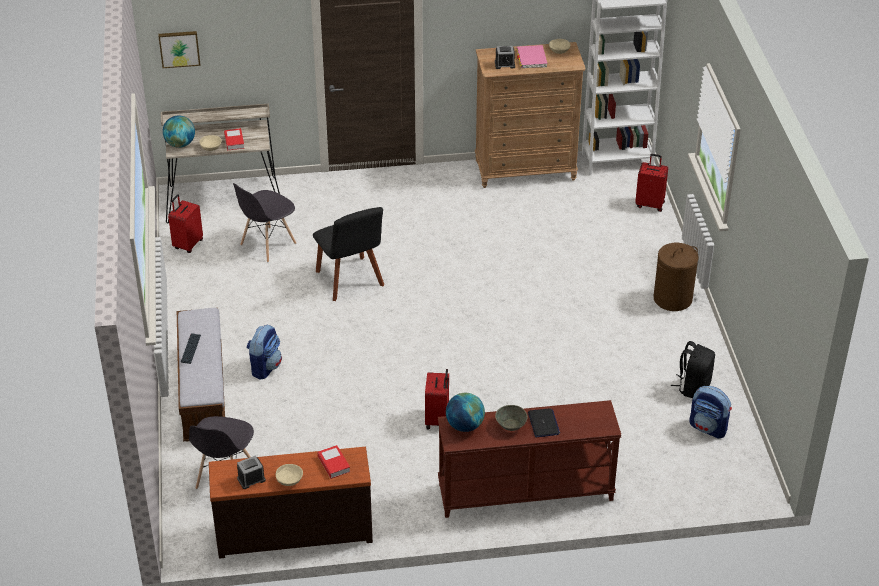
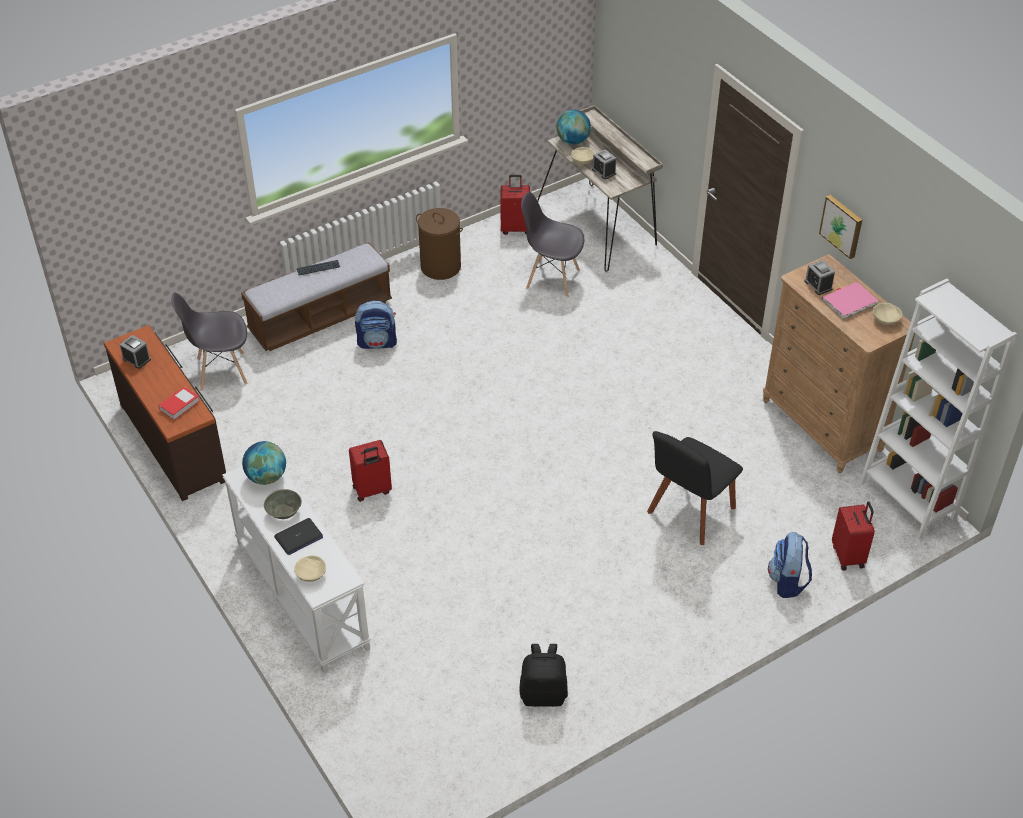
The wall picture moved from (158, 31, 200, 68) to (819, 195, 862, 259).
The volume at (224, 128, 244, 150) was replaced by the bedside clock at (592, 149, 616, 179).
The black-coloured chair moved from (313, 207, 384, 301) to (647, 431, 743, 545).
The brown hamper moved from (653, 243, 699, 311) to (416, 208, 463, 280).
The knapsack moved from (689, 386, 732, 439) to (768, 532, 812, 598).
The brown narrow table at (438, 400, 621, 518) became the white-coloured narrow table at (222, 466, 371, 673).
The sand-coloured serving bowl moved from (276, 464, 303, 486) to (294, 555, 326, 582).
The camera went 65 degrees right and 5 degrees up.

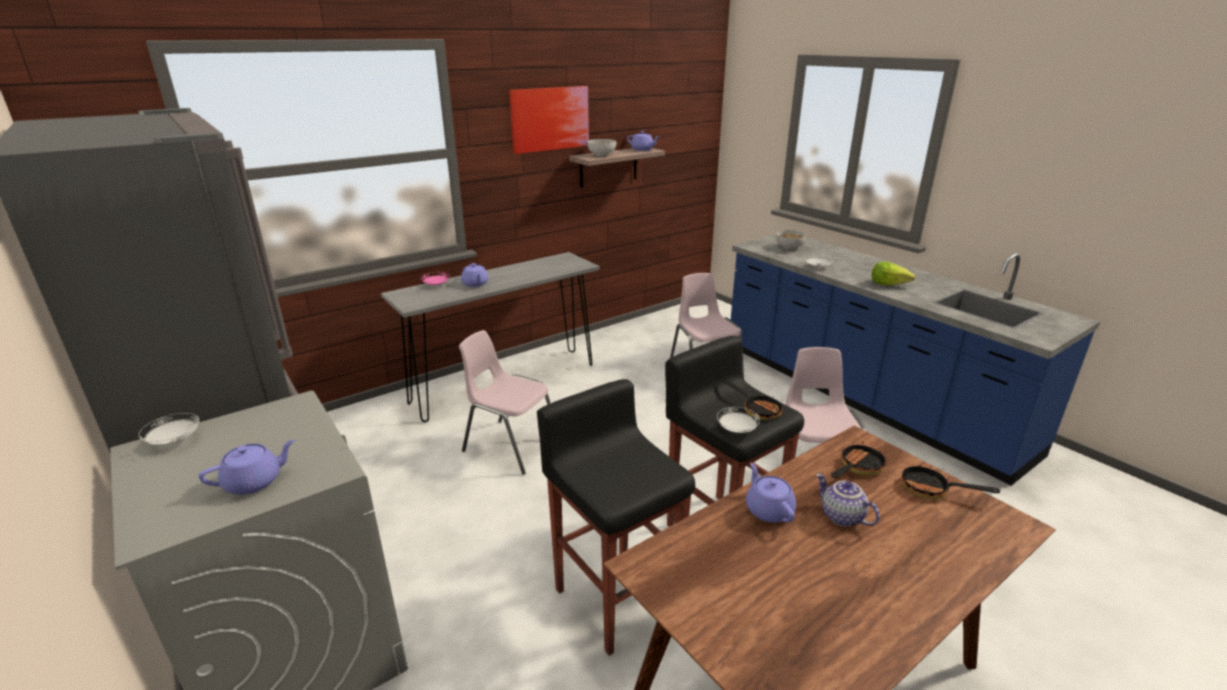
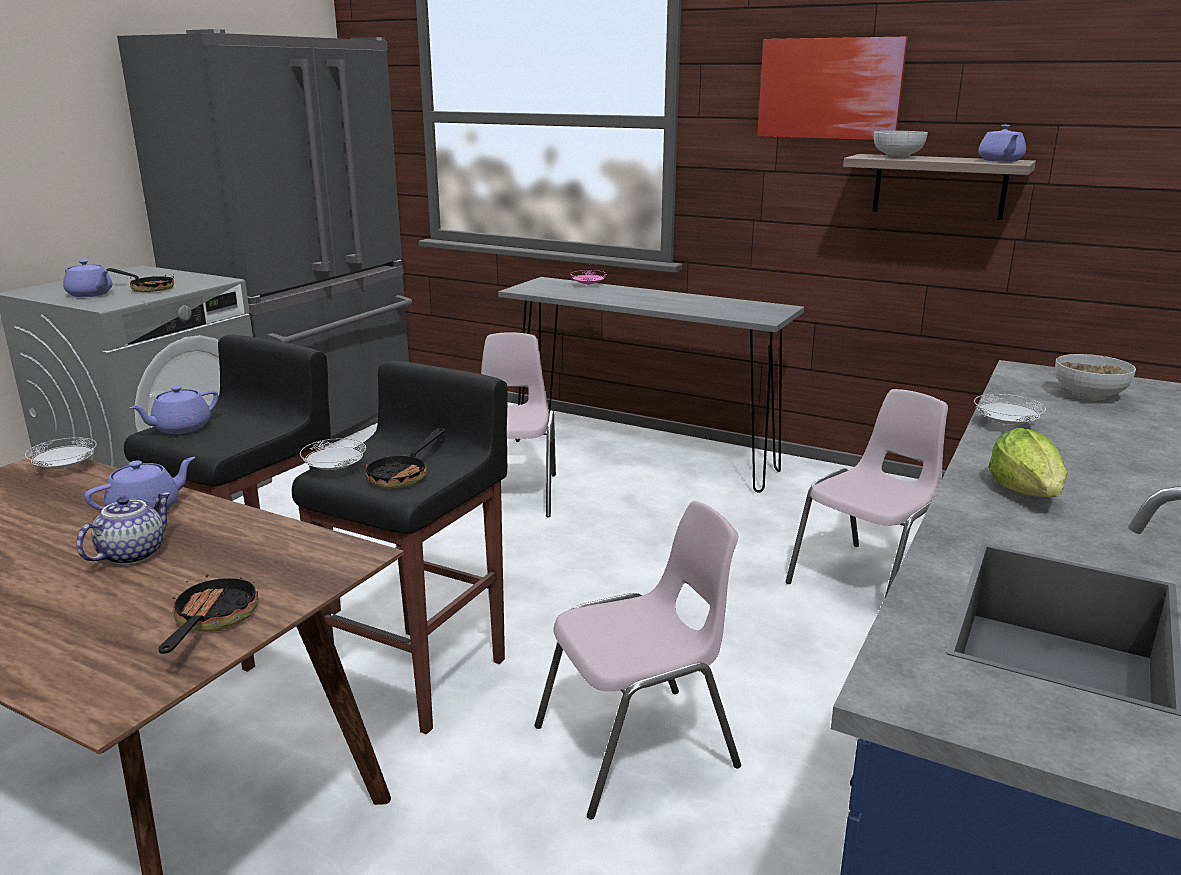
The purple-coloured tea pot moved from (461, 263, 489, 287) to (129, 386, 219, 434).
The white-coloured dinner plate moved from (139, 413, 199, 445) to (25, 437, 97, 469).
The skillet moved from (831, 437, 887, 478) to (106, 268, 174, 292).
The camera went 65 degrees right and 5 degrees down.

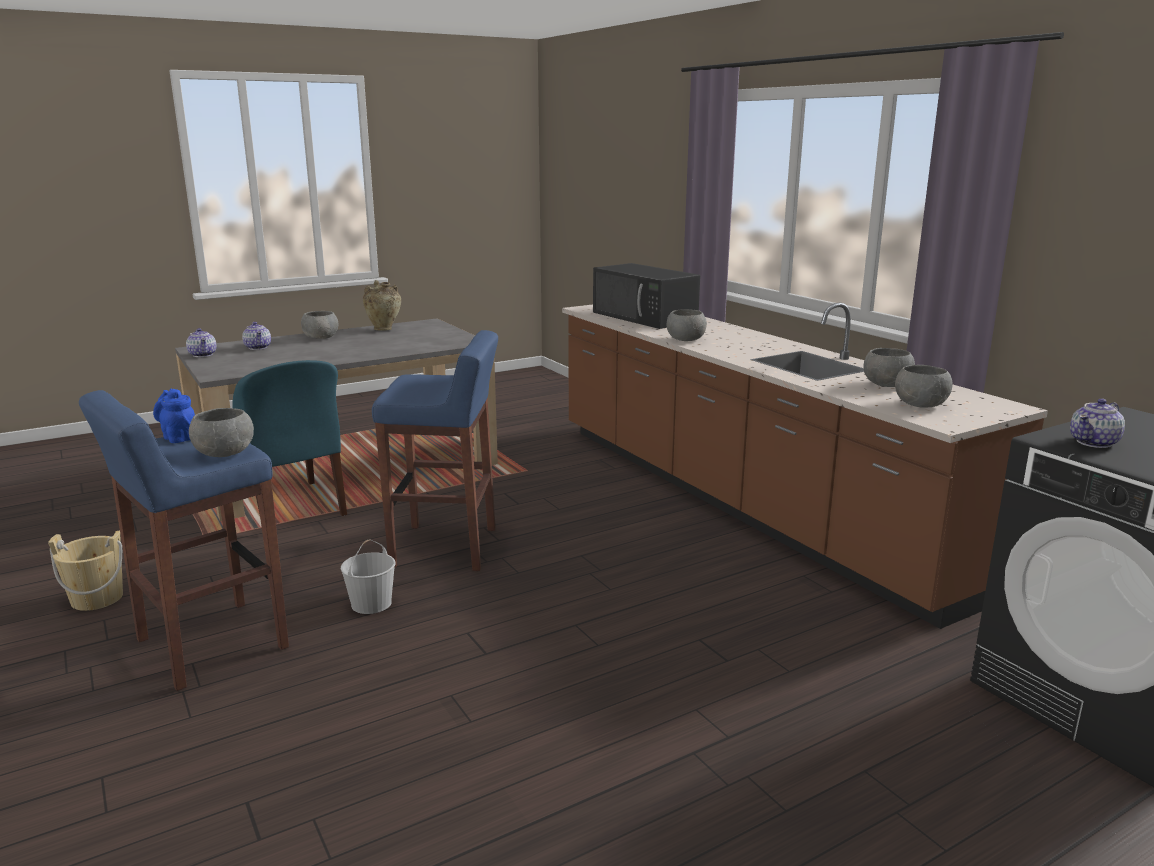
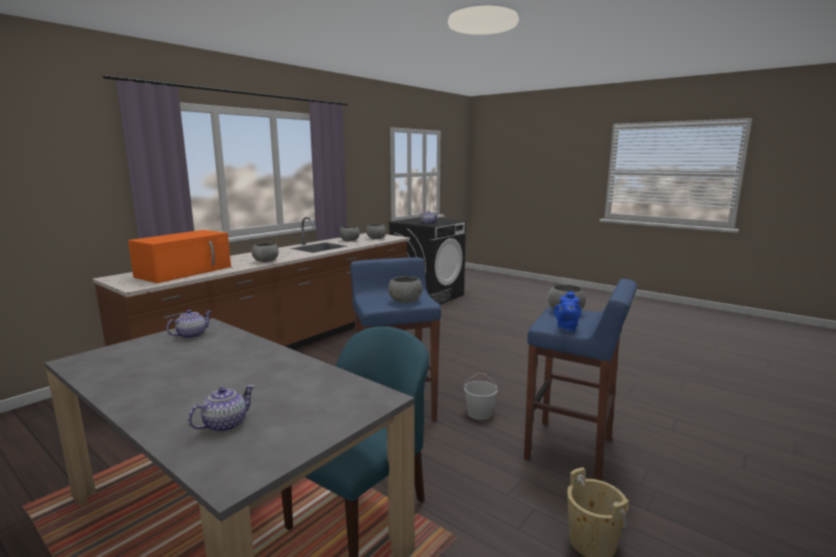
The black-coloured microwave oven at (593, 263, 700, 329) became the orangey microwave oven at (128, 230, 231, 283).
The sand-coloured decorative vase at (363, 280, 401, 331) disappeared.
The gray serving bowl moved from (301, 311, 338, 339) to (388, 276, 422, 303).
The tea pot moved from (186, 328, 217, 357) to (166, 310, 212, 339).
The camera went 110 degrees left and 5 degrees down.

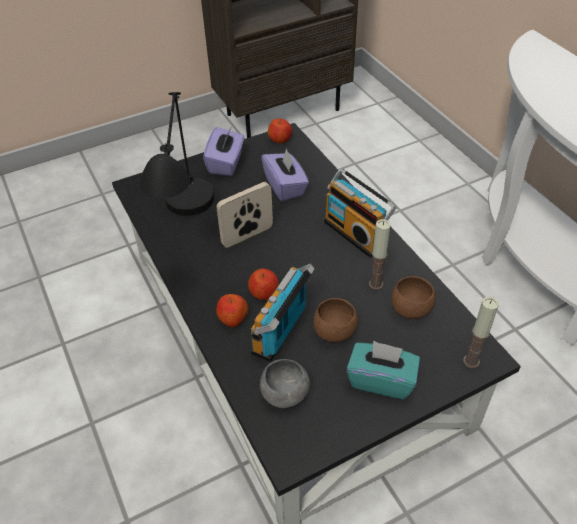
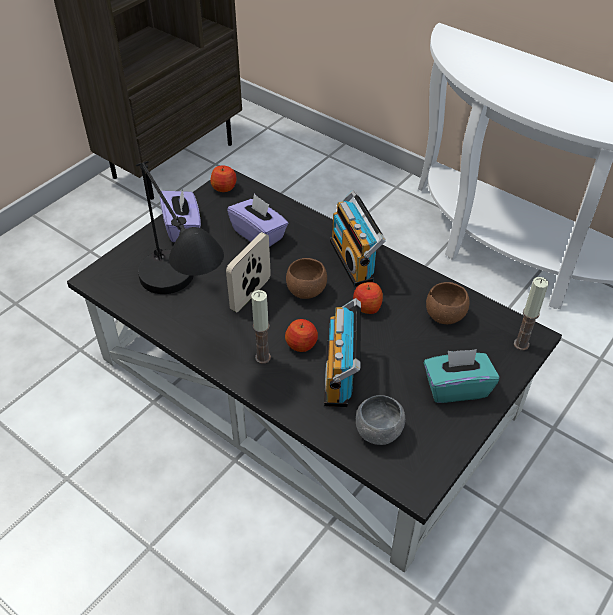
The radio set at (324, 168, 397, 258) turned 45 degrees clockwise.
The candle moved from (369, 219, 391, 290) to (251, 290, 271, 364).
The apple fruit moved from (216, 294, 249, 327) to (353, 282, 383, 314).
The brown serving bowl moved from (313, 298, 358, 342) to (286, 258, 327, 299).
The camera went 25 degrees left and 0 degrees up.

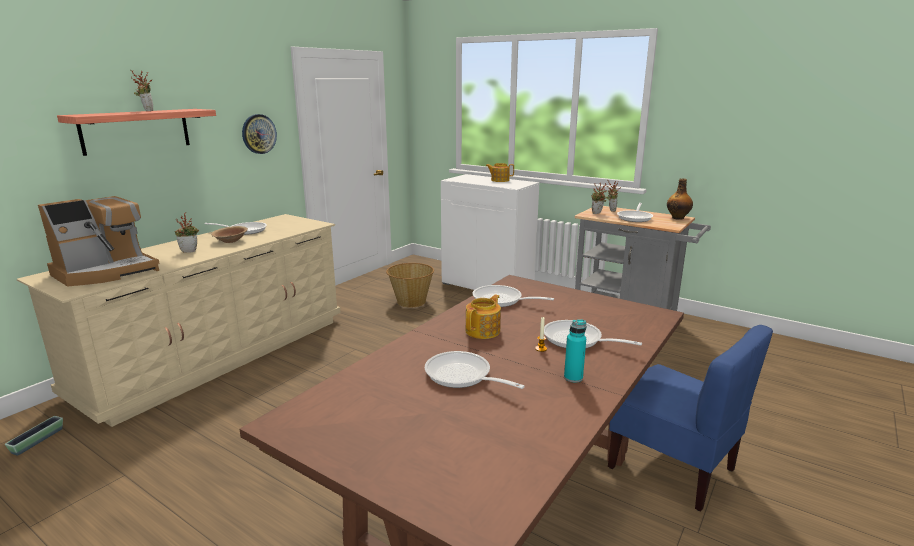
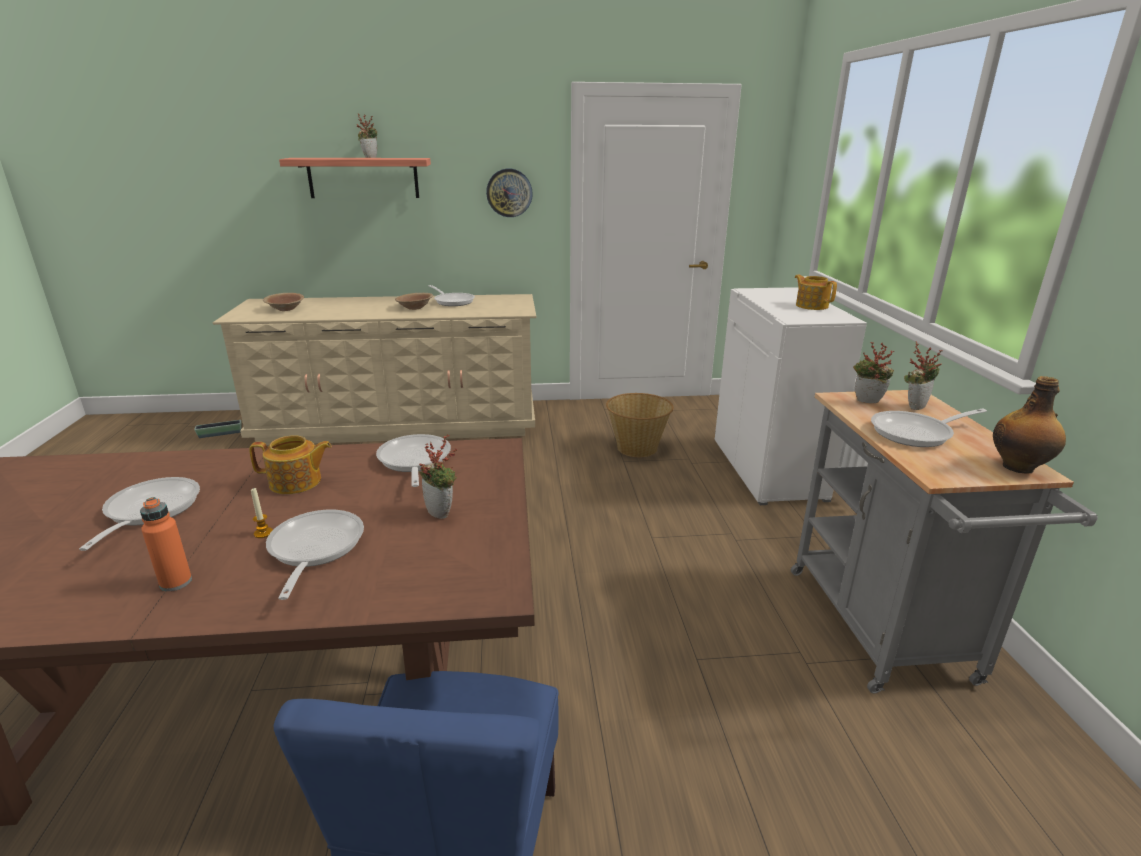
The coffee maker at (38, 196, 160, 287) was replaced by the brown serving bowl at (263, 293, 304, 311).
The potted plant moved from (175, 213, 199, 253) to (419, 434, 457, 519).
The blue-green bottle at (564, 320, 586, 383) became the orangey bottle at (140, 497, 192, 591).
The camera went 50 degrees right and 5 degrees up.

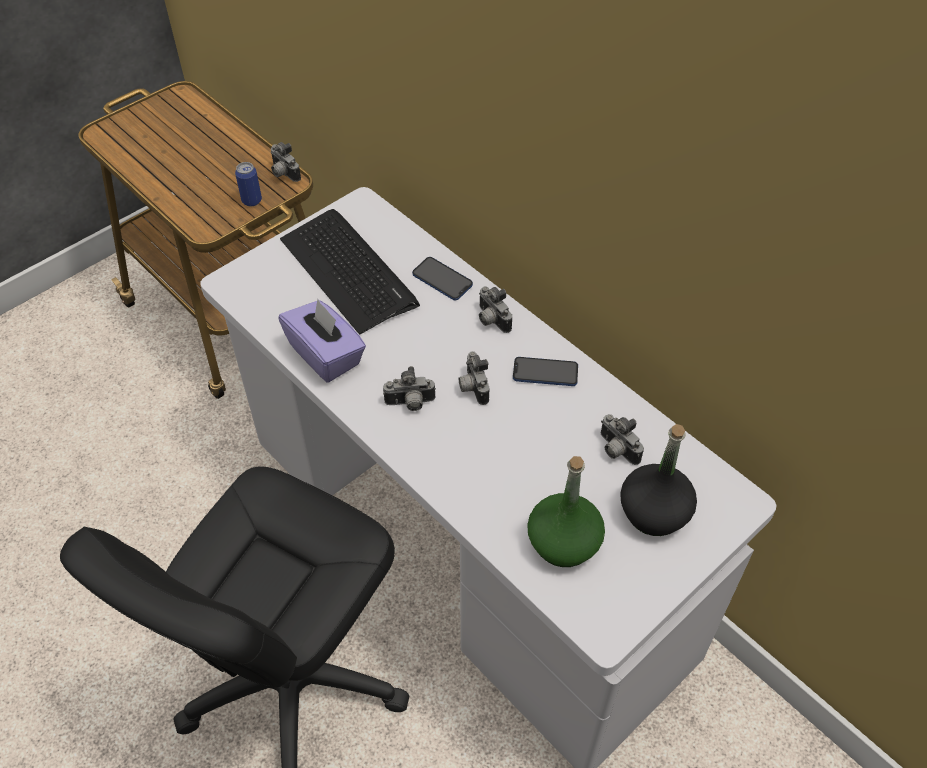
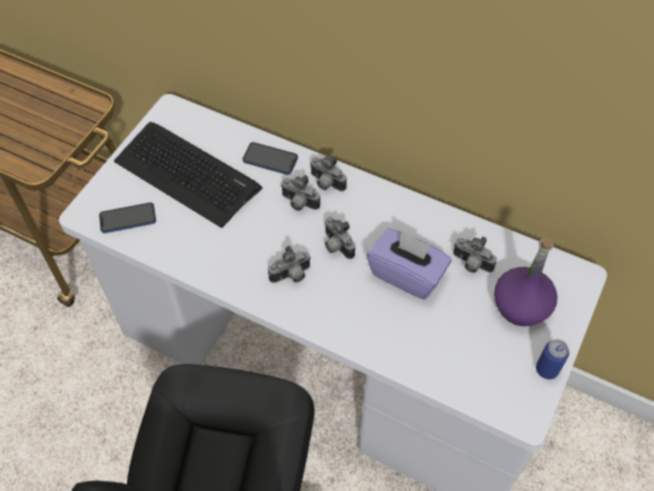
The photo camera moved from (271, 142, 301, 182) to (280, 175, 320, 211).
The can moved from (235, 162, 262, 206) to (536, 339, 569, 379).
The purple-coloured box of tissues moved from (278, 299, 366, 383) to (367, 229, 452, 300).
The phone moved from (513, 357, 578, 386) to (99, 202, 156, 233).
The black-coloured bottle at (620, 424, 697, 536) became the purple-coloured bottle at (494, 238, 557, 326).
The green bottle at (527, 456, 605, 567) disappeared.
The camera went 20 degrees left and 5 degrees up.

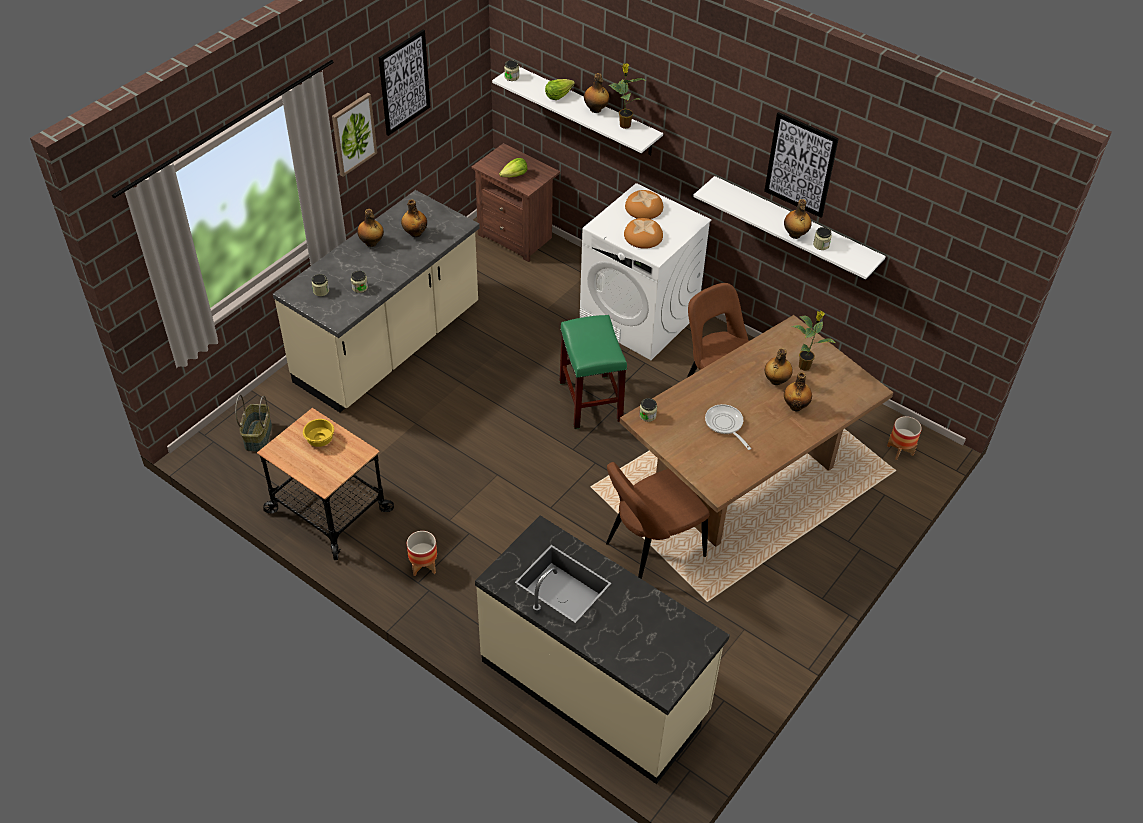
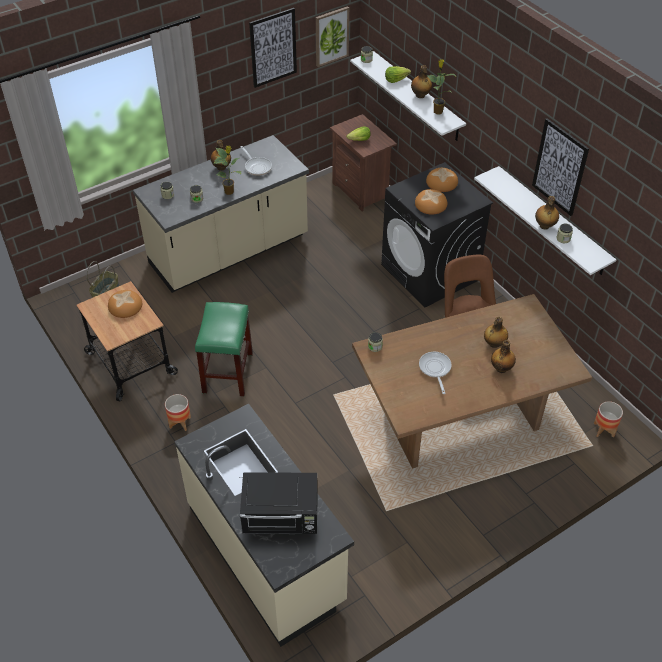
The wall picture moved from (332, 93, 377, 177) to (316, 6, 349, 67).
The white-coloured washing machine at (580, 183, 711, 360) became the black-coloured washing machine at (381, 162, 493, 308).
The bottle at (401, 199, 427, 237) was replaced by the skillet at (241, 146, 272, 176).
The potted plant moved from (792, 311, 835, 371) to (213, 146, 241, 195).
The green stool moved from (559, 315, 627, 429) to (195, 302, 253, 396).
The yellow serving bowl at (303, 419, 334, 447) was replaced by the baked bread at (108, 290, 142, 318).
The brown chair at (606, 462, 710, 579) disappeared.
The black-coloured microwave oven at (240, 472, 318, 534) appeared.
The camera went 20 degrees right and 0 degrees up.

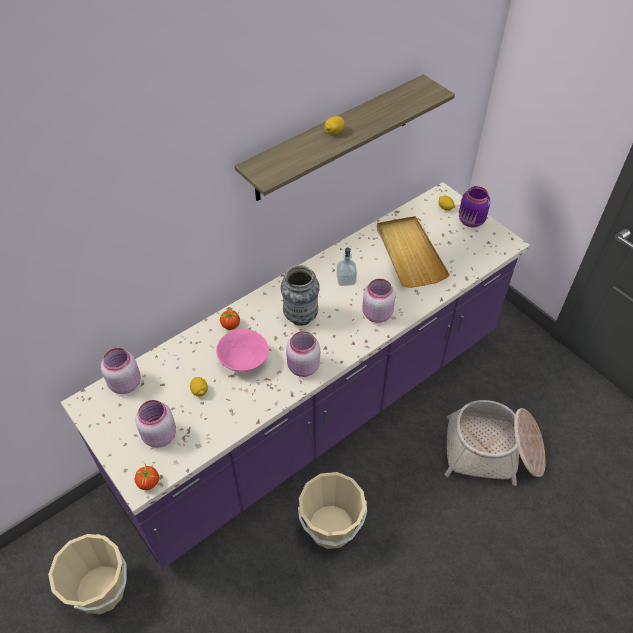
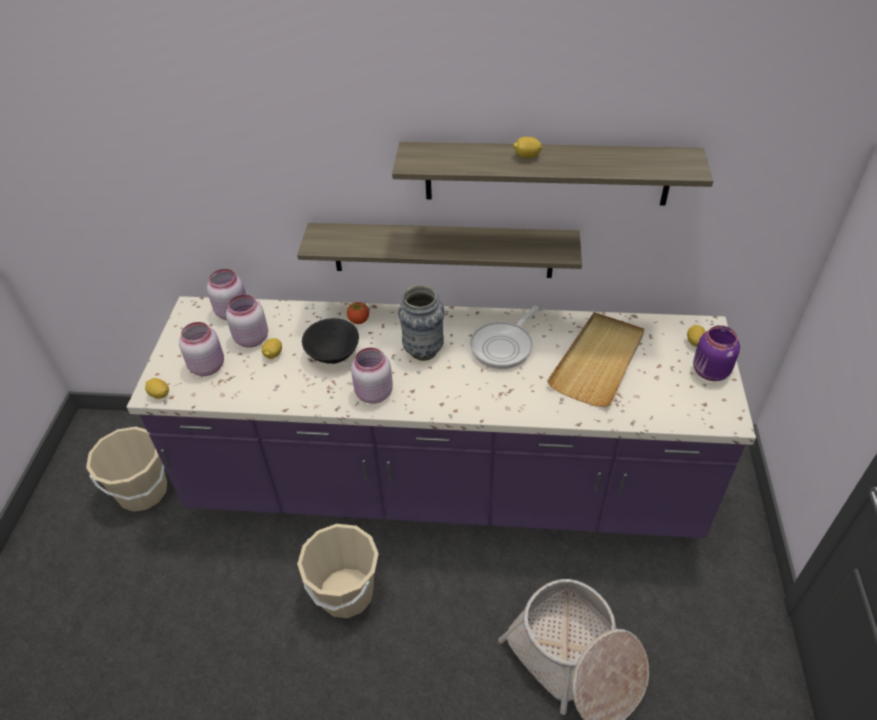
The soap dispenser at (337, 248, 357, 286) was replaced by the skillet at (470, 306, 539, 369).
The pinkish preserve jar moved from (363, 279, 395, 323) to (226, 295, 268, 348).
The pinkish serving bowl at (216, 329, 269, 372) became the black-coloured serving bowl at (302, 318, 359, 364).
The fresh tomato at (134, 462, 159, 490) was replaced by the whole lemon at (145, 378, 169, 399).
The bracket shelf at (297, 223, 582, 278) appeared.
The camera went 45 degrees right and 5 degrees down.

